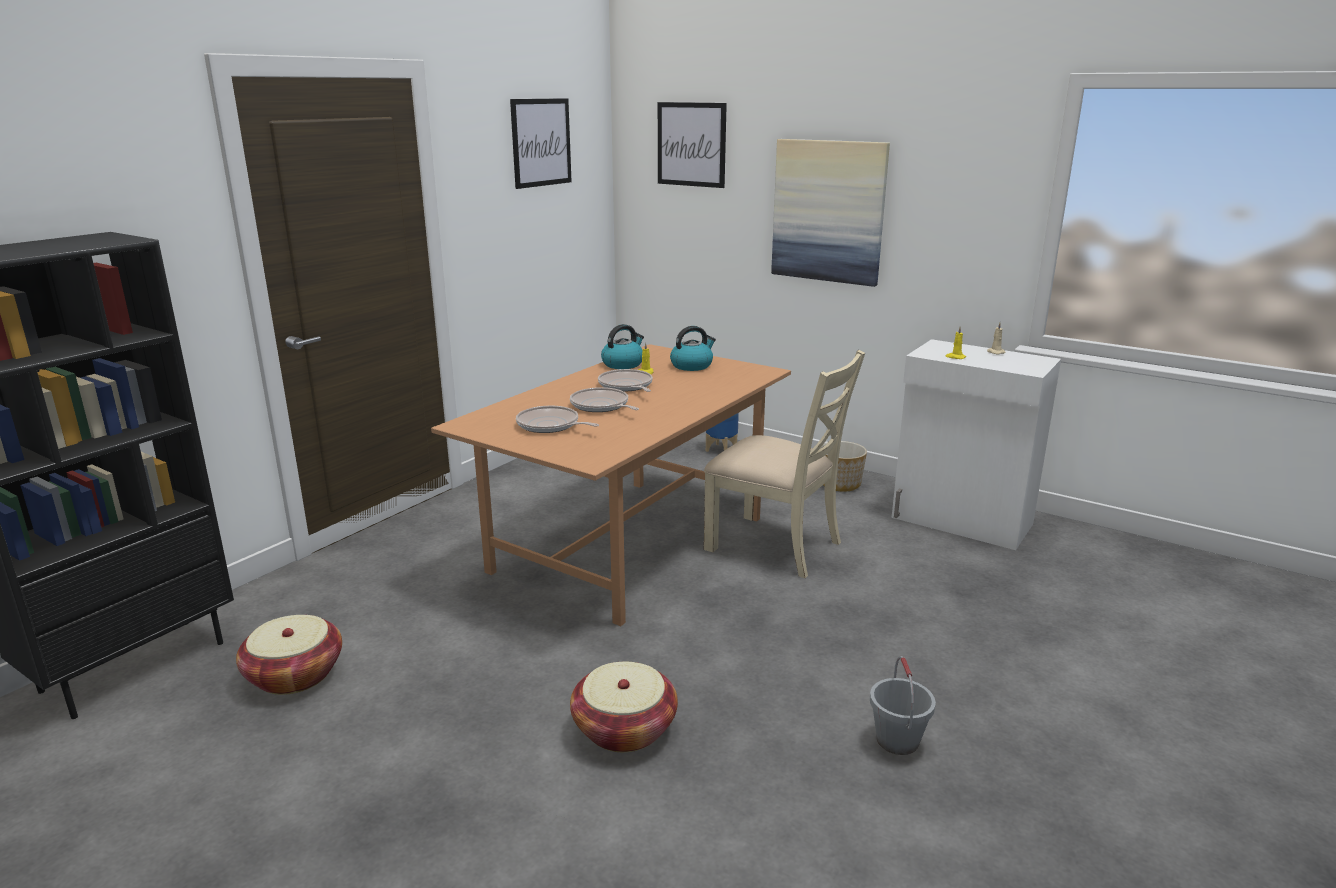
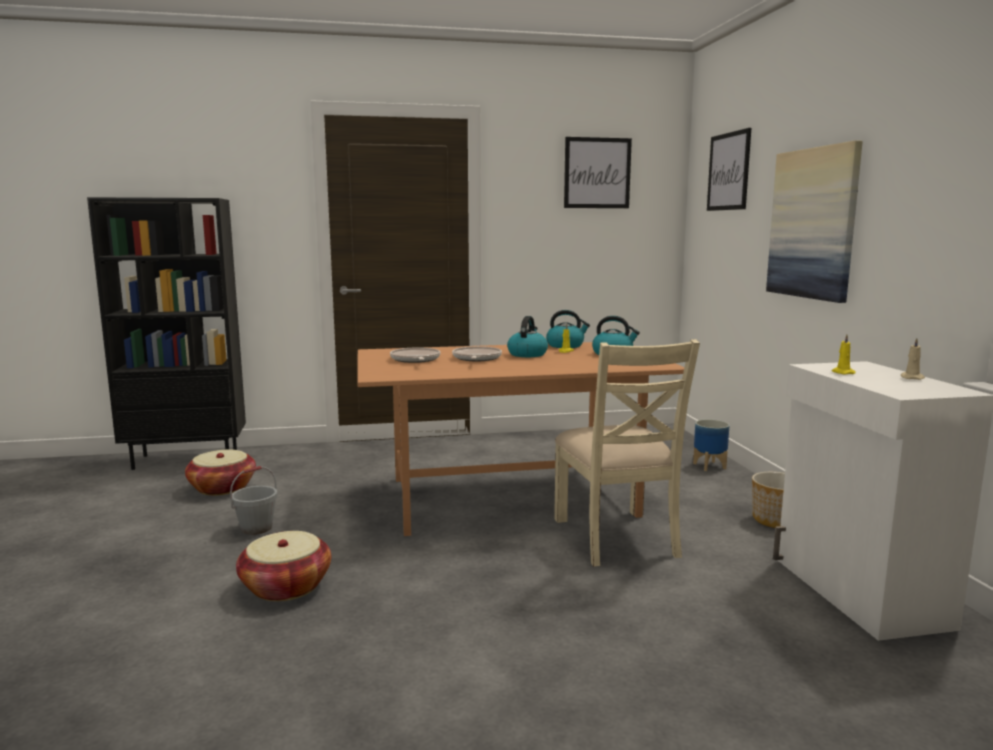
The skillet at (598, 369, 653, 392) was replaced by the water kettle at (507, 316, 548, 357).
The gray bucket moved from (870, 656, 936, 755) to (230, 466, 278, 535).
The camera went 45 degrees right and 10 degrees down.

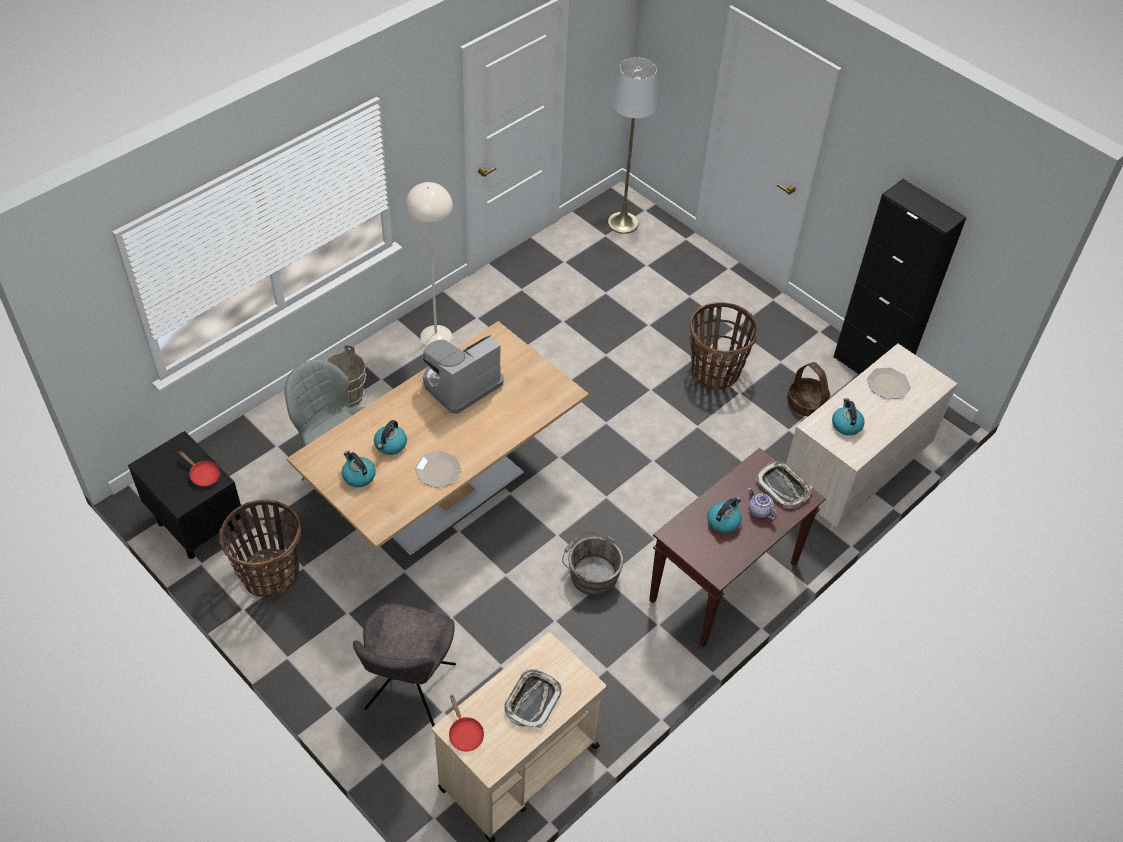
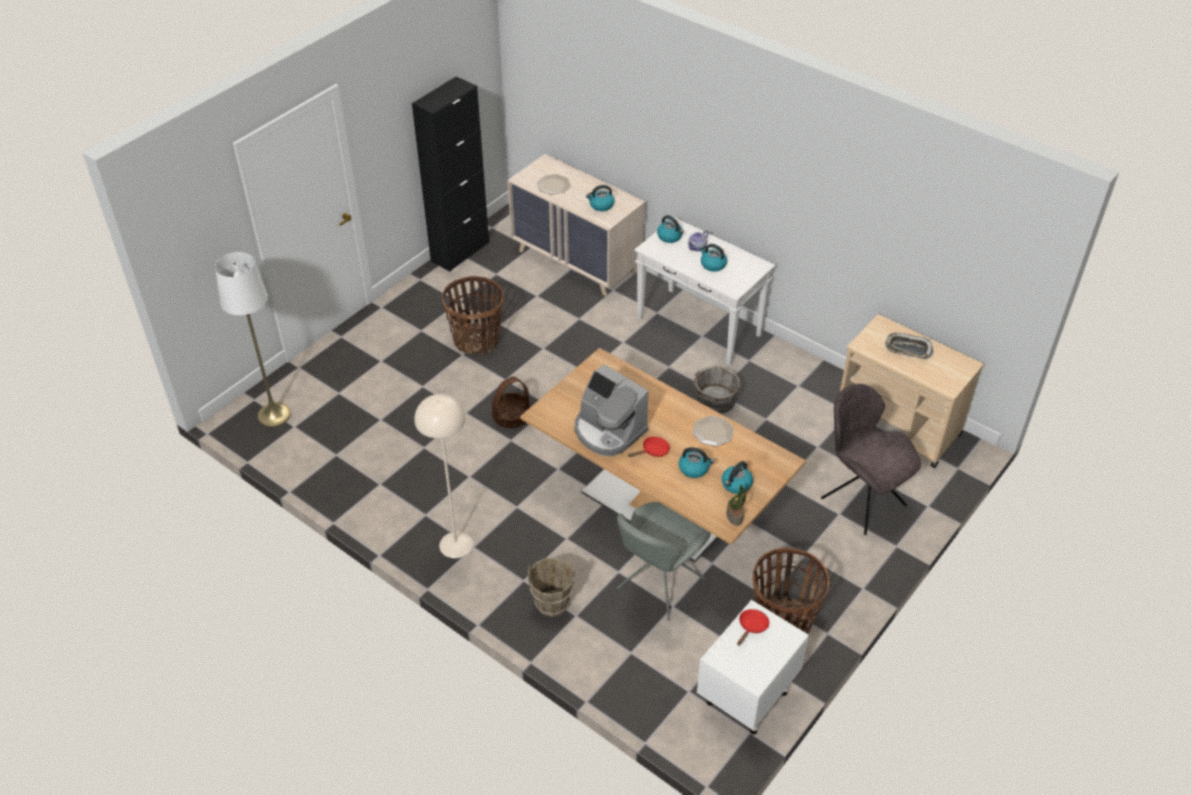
The basket moved from (787, 362, 830, 416) to (491, 376, 531, 428).
The black-coloured nightstand at (128, 431, 241, 559) became the white-coloured nightstand at (697, 600, 809, 734).
The brown narrow table at (649, 448, 826, 647) became the white-coloured narrow table at (634, 217, 776, 366).
The tray at (755, 461, 812, 508) was replaced by the water kettle at (657, 215, 684, 243).
The gray chair at (353, 604, 456, 727) turned 135 degrees counterclockwise.
The red-coloured skillet moved from (449, 694, 484, 752) to (627, 437, 670, 457).
The potted plant at (727, 484, 750, 526) appeared.
The camera went 95 degrees left and 5 degrees down.

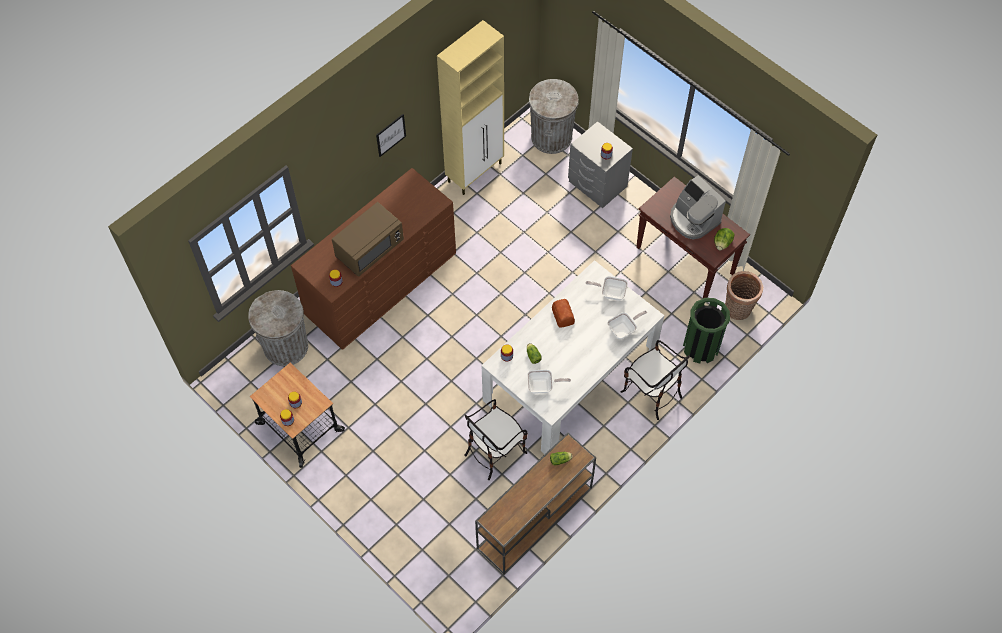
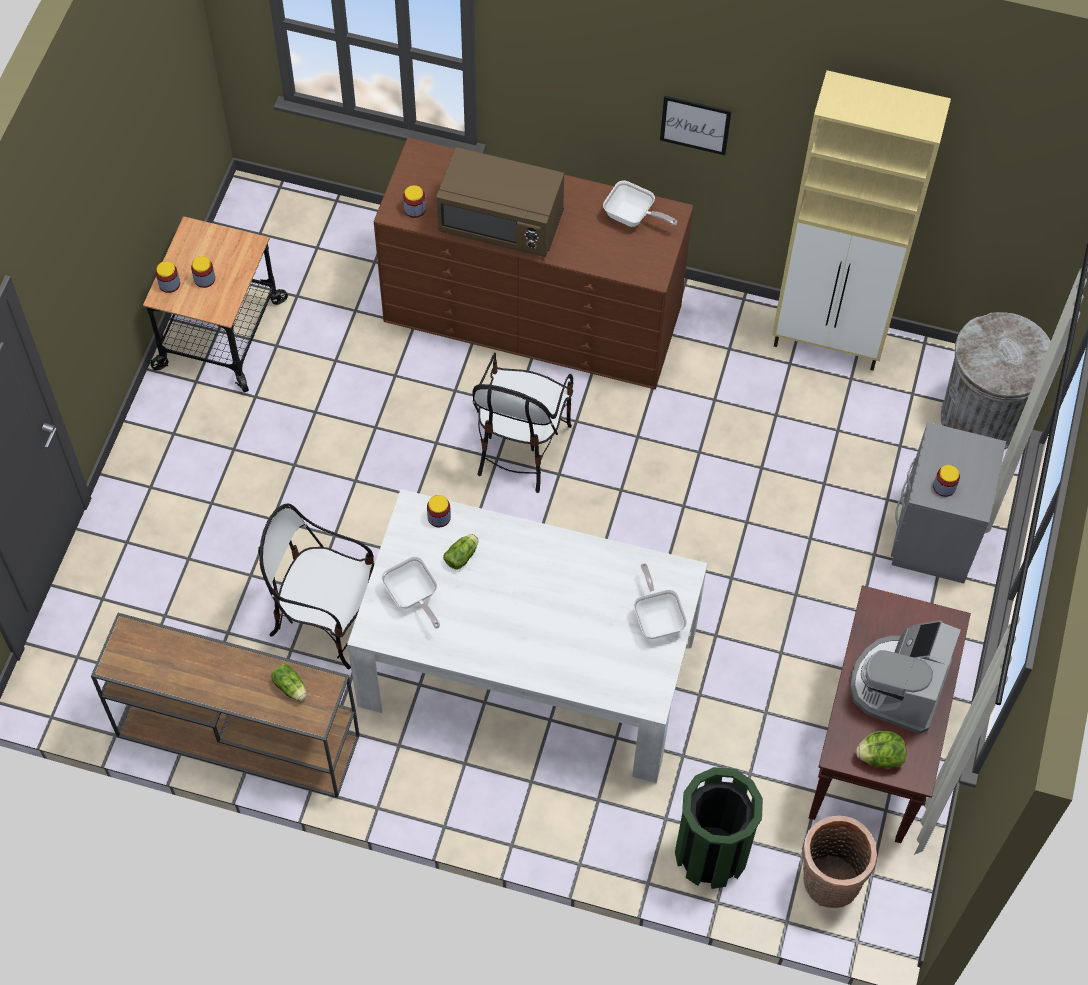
The gray waste bin at (248, 290, 308, 366) disappeared.
The baked bread at (552, 299, 575, 328) disappeared.
The skillet moved from (607, 310, 647, 339) to (603, 180, 677, 227).
The chair moved from (621, 340, 690, 420) to (472, 353, 573, 493).
The camera went 60 degrees right and 0 degrees up.

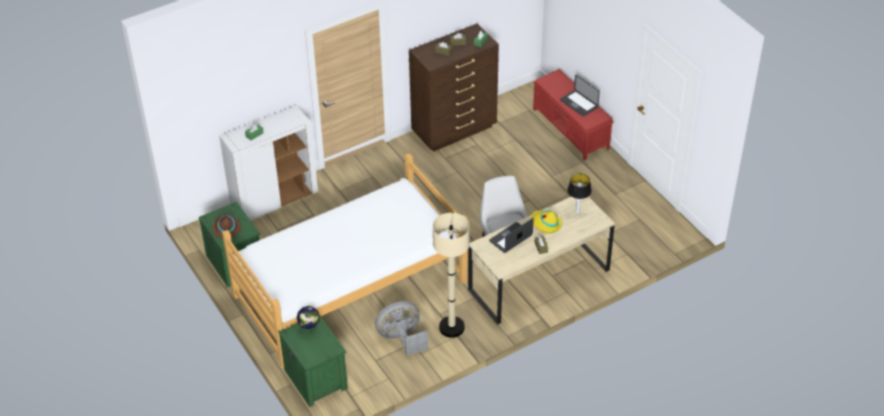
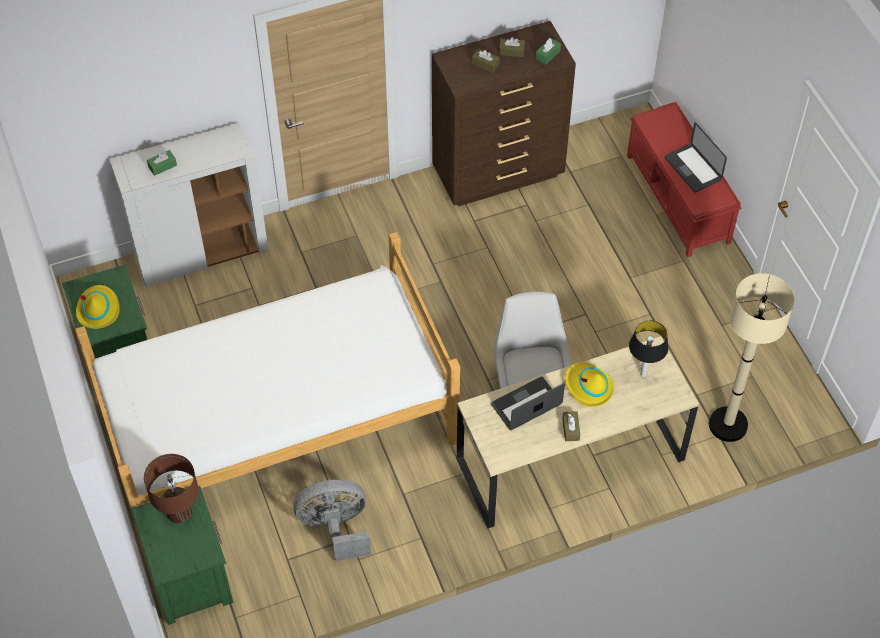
The brown hat at (213, 213, 241, 238) became the yellow hat at (76, 285, 120, 329).
The sand-coloured floor lamp moved from (433, 213, 470, 338) to (709, 273, 794, 442).
The world globe at (297, 306, 320, 332) was replaced by the brown table lamp at (144, 454, 199, 524).
The camera went 10 degrees right and 10 degrees up.

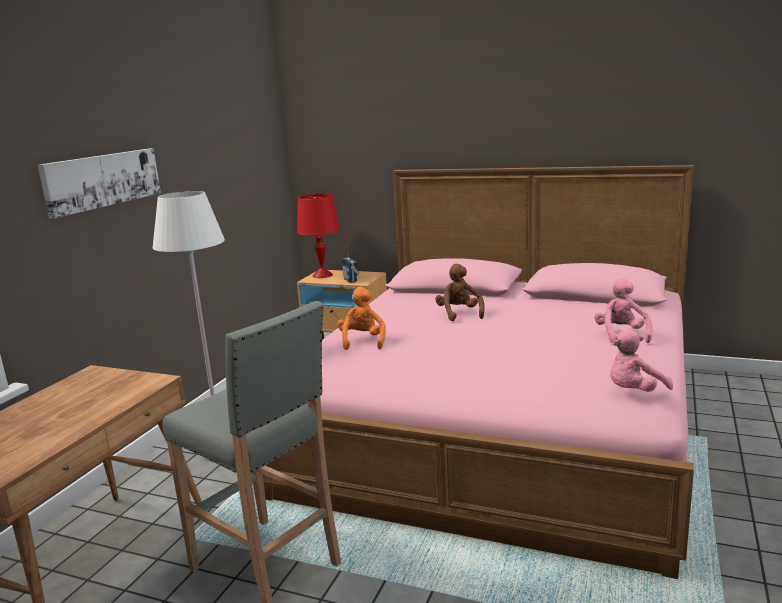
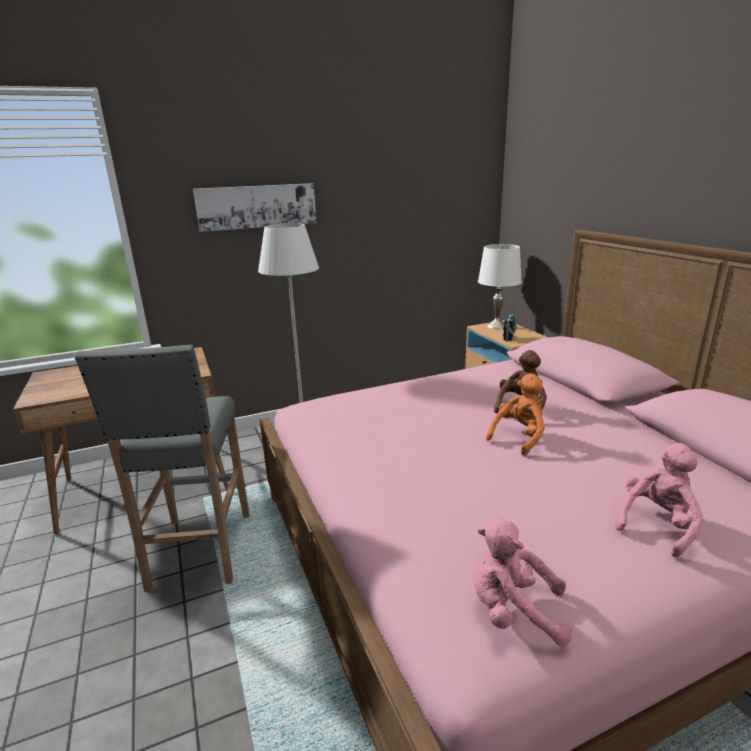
The red-coloured table lamp at (297, 194, 340, 278) became the white-coloured table lamp at (478, 244, 522, 329).
The orangey cuddly toy moved from (337, 287, 386, 350) to (486, 373, 545, 456).
The camera went 45 degrees right and 5 degrees up.

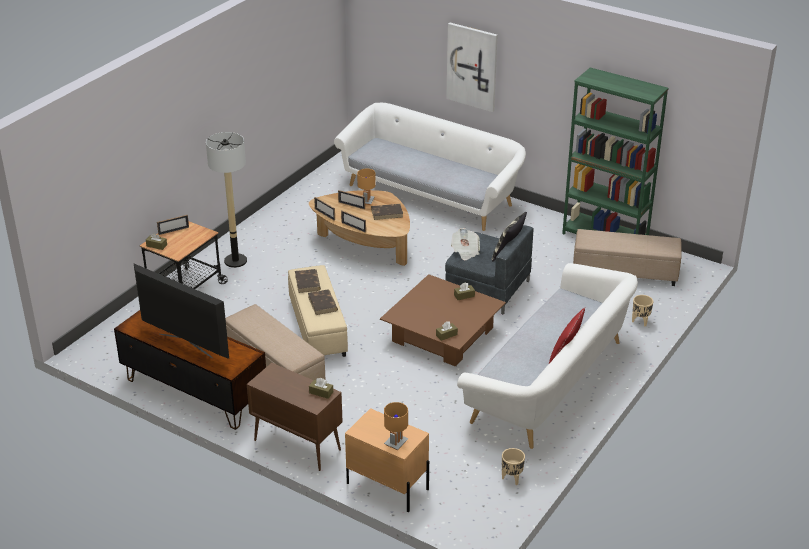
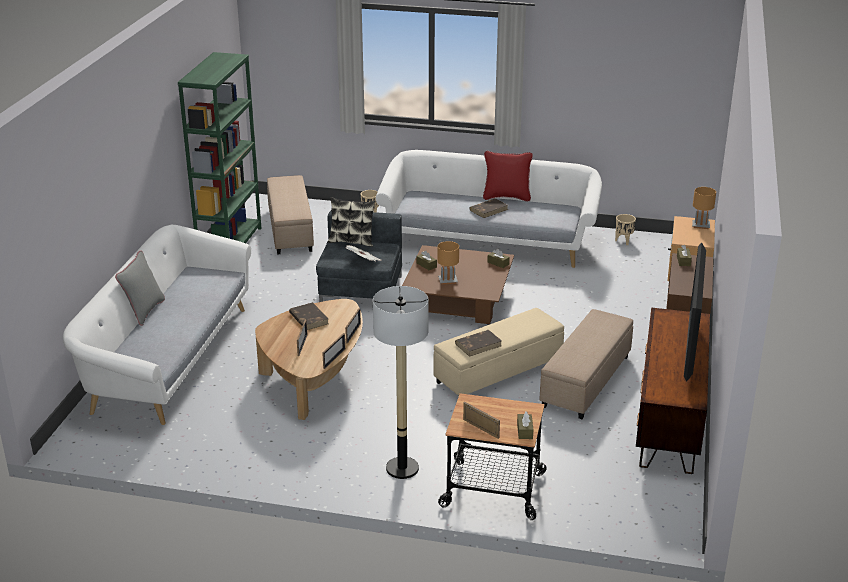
The wall picture at (446, 23, 498, 112) disappeared.
The brown table lamp moved from (357, 168, 376, 205) to (437, 241, 459, 284).
The brown volume moved from (308, 289, 338, 315) to (470, 198, 508, 218).
The gray pillow at (115, 250, 165, 326) appeared.
The camera went 110 degrees left and 5 degrees down.

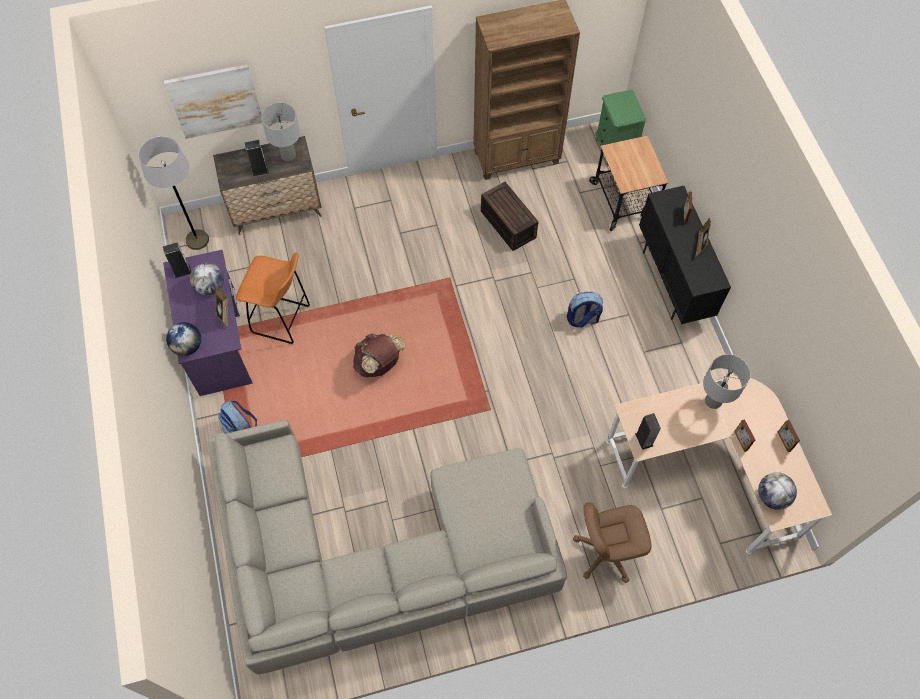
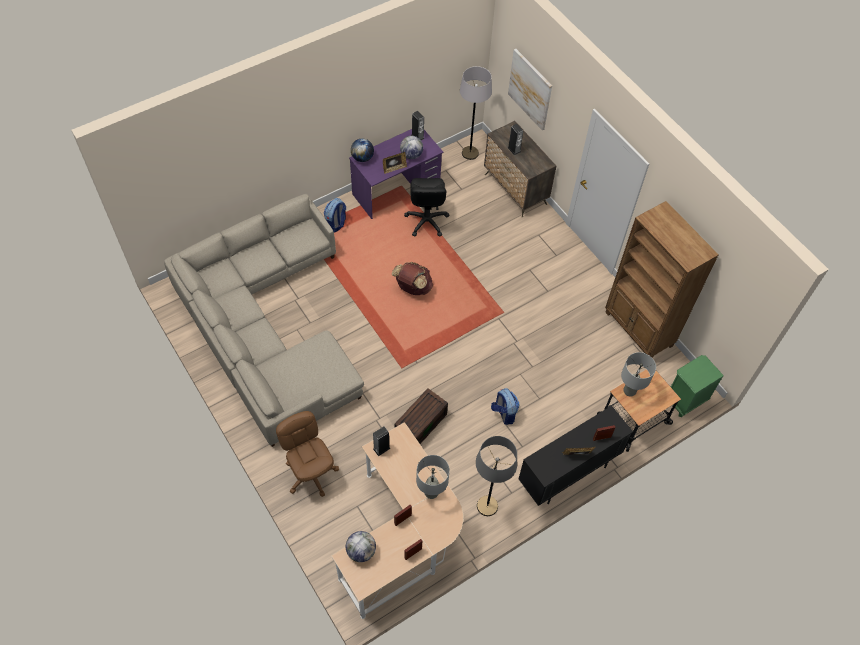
The gray table lamp moved from (261, 103, 300, 162) to (621, 352, 656, 397).
The brown storage box moved from (481, 182, 539, 251) to (394, 388, 448, 444).
The orangey stool at (235, 252, 310, 345) was replaced by the black-coloured office chair at (404, 178, 450, 237).
The gray floor lamp at (476, 436, 517, 516) appeared.
The camera went 70 degrees right and 5 degrees down.

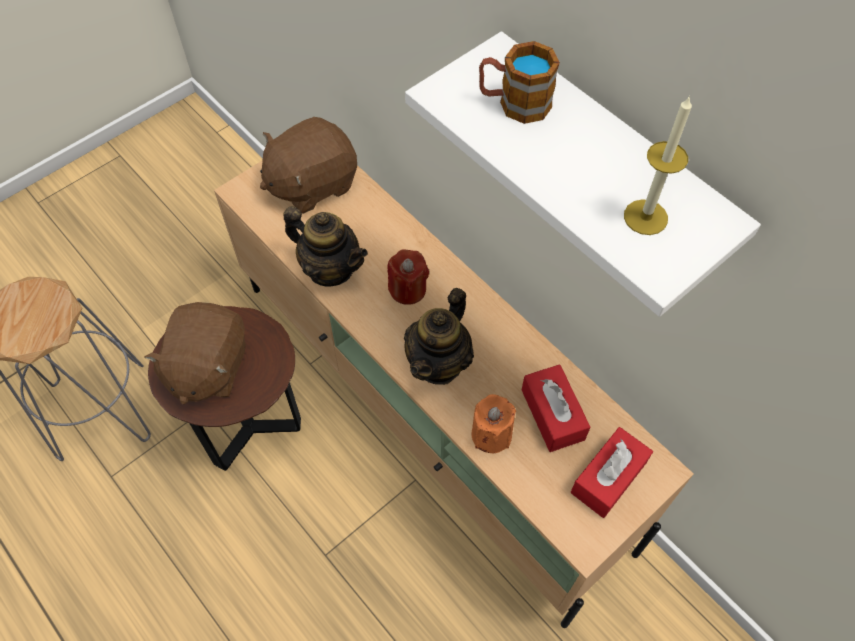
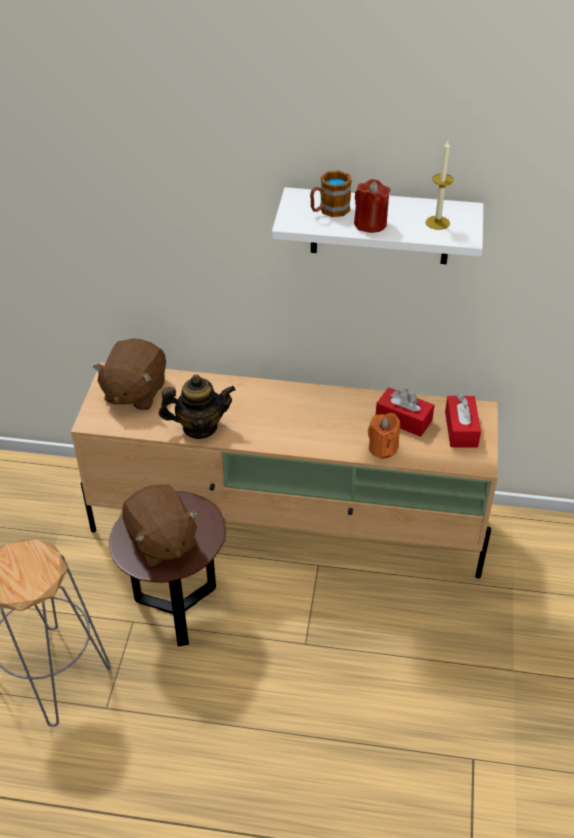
The red-coloured candle moved from (387, 249, 429, 305) to (354, 179, 391, 233).
The tea pot at (404, 288, 474, 385) disappeared.
The camera went 40 degrees left and 15 degrees down.

